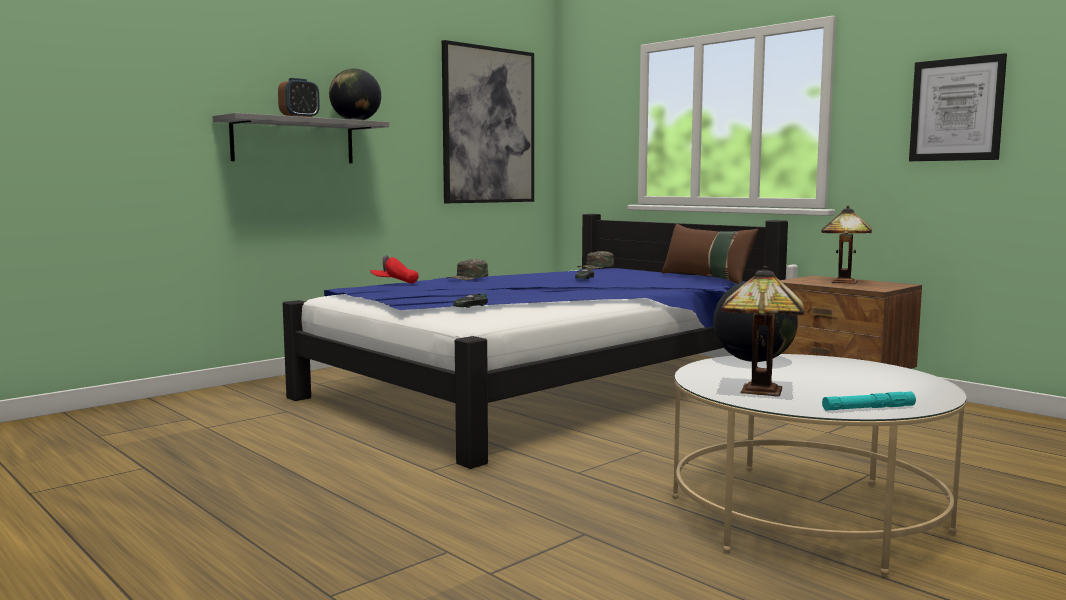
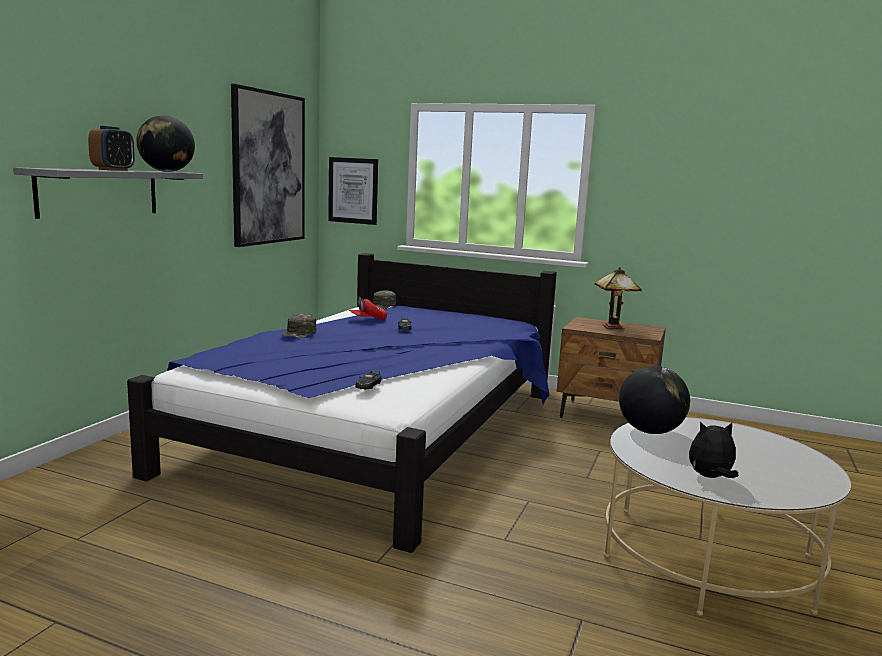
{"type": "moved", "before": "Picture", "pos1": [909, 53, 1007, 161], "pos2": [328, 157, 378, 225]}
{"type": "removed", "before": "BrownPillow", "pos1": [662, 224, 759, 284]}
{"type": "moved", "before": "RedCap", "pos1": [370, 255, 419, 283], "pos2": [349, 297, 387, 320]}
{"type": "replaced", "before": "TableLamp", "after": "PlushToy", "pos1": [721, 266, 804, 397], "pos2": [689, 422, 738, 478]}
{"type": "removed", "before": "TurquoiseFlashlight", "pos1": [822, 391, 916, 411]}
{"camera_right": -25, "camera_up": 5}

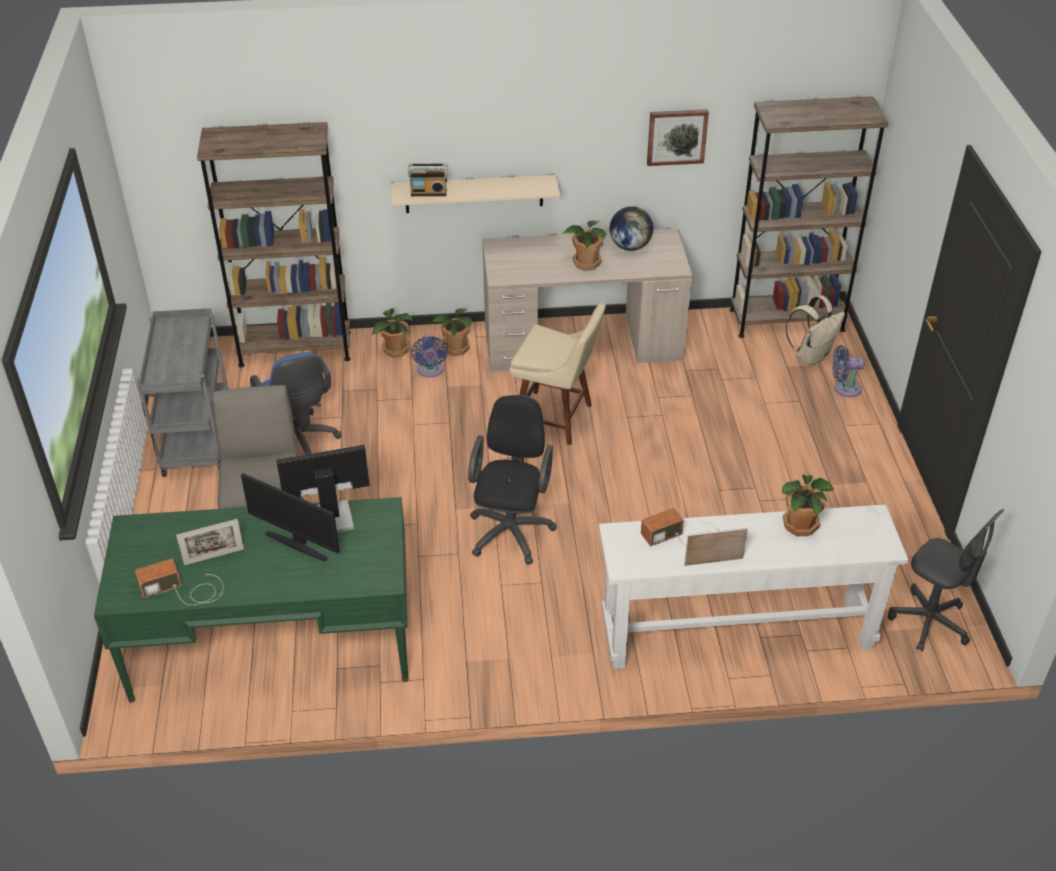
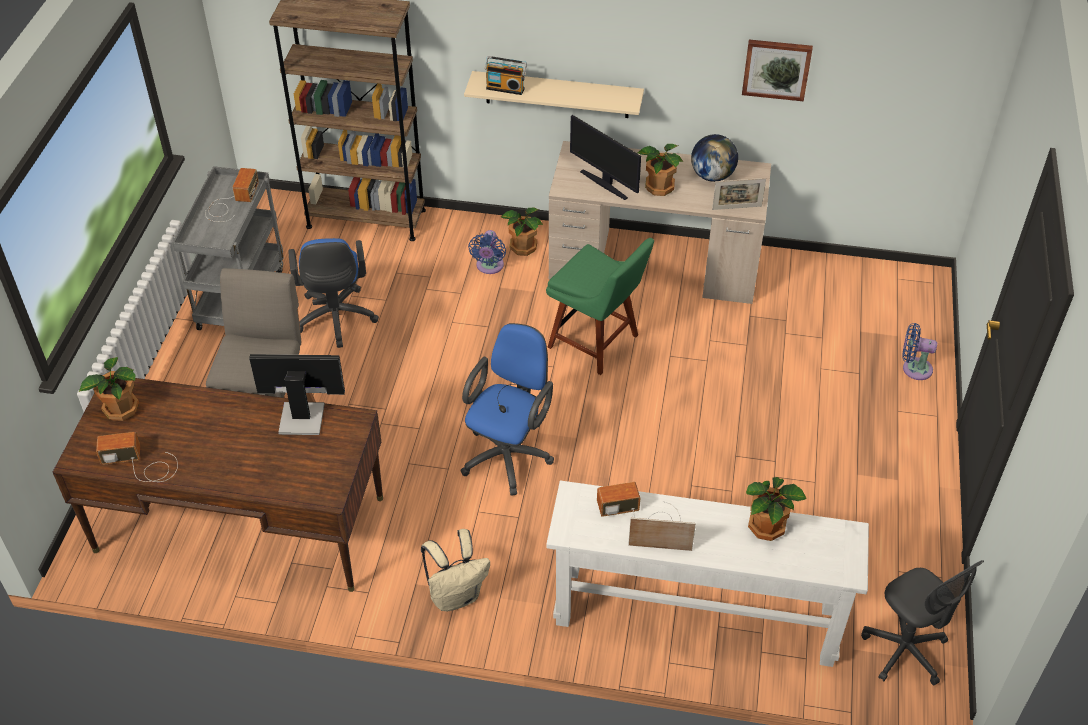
{"type": "removed", "before": "BrownBookcase", "pos1": [730, 96, 888, 338]}
{"type": "moved", "before": "BeigeBackpack", "pos1": [786, 295, 845, 366], "pos2": [421, 529, 490, 611]}
{"type": "recoloured", "before": "BeigeChair", "after": "GreenChair", "pos1": [509, 303, 606, 445], "pos2": [546, 238, 654, 375]}
{"type": "moved", "before": "PottedPlant", "pos1": [372, 308, 413, 358], "pos2": [79, 357, 139, 421]}
{"type": "recoloured", "before": "BlackOfficeChair", "after": "BlueOfficeChair", "pos1": [468, 395, 557, 565], "pos2": [460, 323, 554, 496]}
{"type": "moved", "before": "Monitor", "pos1": [241, 473, 340, 561], "pos2": [570, 115, 641, 200]}
{"type": "recoloured", "before": "GreenDesk", "after": "BrownDesk", "pos1": [94, 497, 409, 703], "pos2": [53, 378, 383, 592]}
{"type": "moved", "before": "PictureFrame", "pos1": [176, 519, 244, 565], "pos2": [712, 178, 766, 210]}
{"type": "added", "after": "Radio", "pos2": [205, 168, 259, 222]}
{"camera_right": 15, "camera_up": 5}

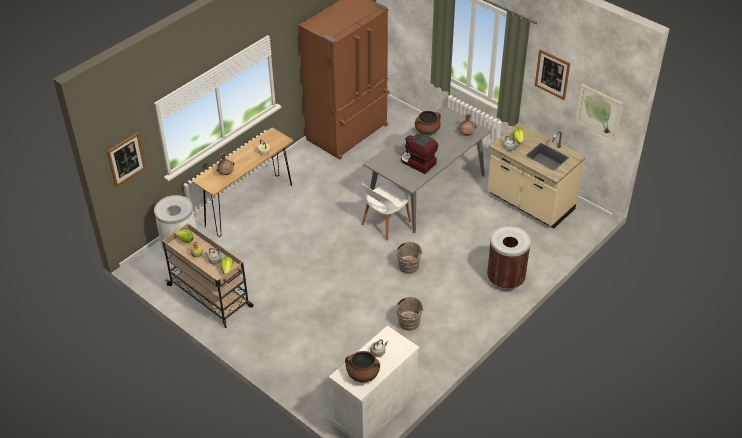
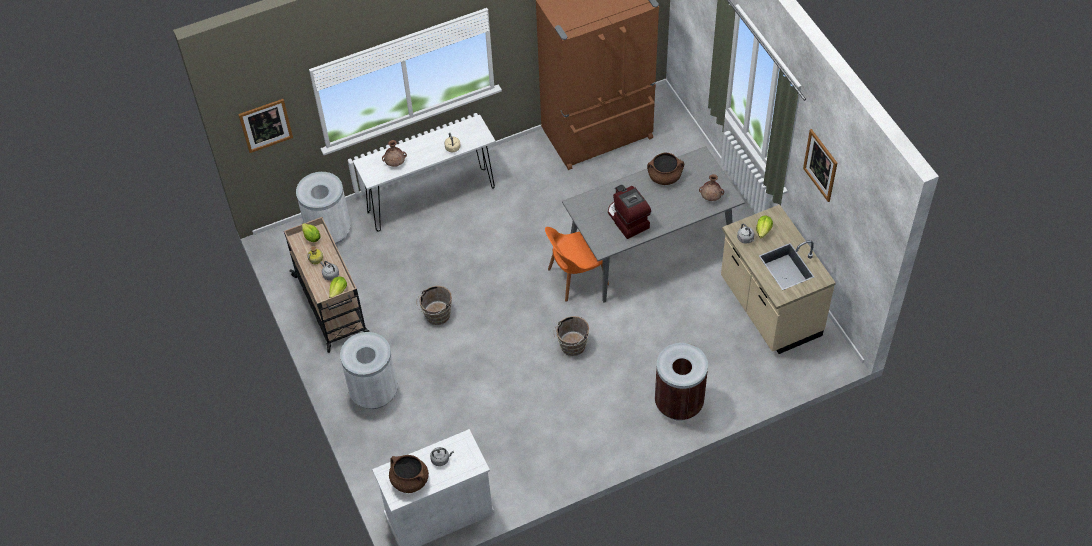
{"type": "removed", "before": "Picture", "pos1": [576, 84, 623, 141]}
{"type": "recoloured", "before": "BrownConsoleTable", "after": "WhiteConsoleTable", "pos1": [192, 127, 294, 237], "pos2": [353, 115, 496, 232]}
{"type": "recoloured", "before": "WhiteChair", "after": "OrangeChair", "pos1": [362, 183, 411, 241], "pos2": [545, 227, 609, 302]}
{"type": "moved", "before": "BrownBucket", "pos1": [395, 297, 424, 331], "pos2": [417, 286, 452, 325]}
{"type": "added", "after": "WhiteTrashCan", "pos2": [340, 332, 398, 409]}
{"camera_right": 25, "camera_up": 10}

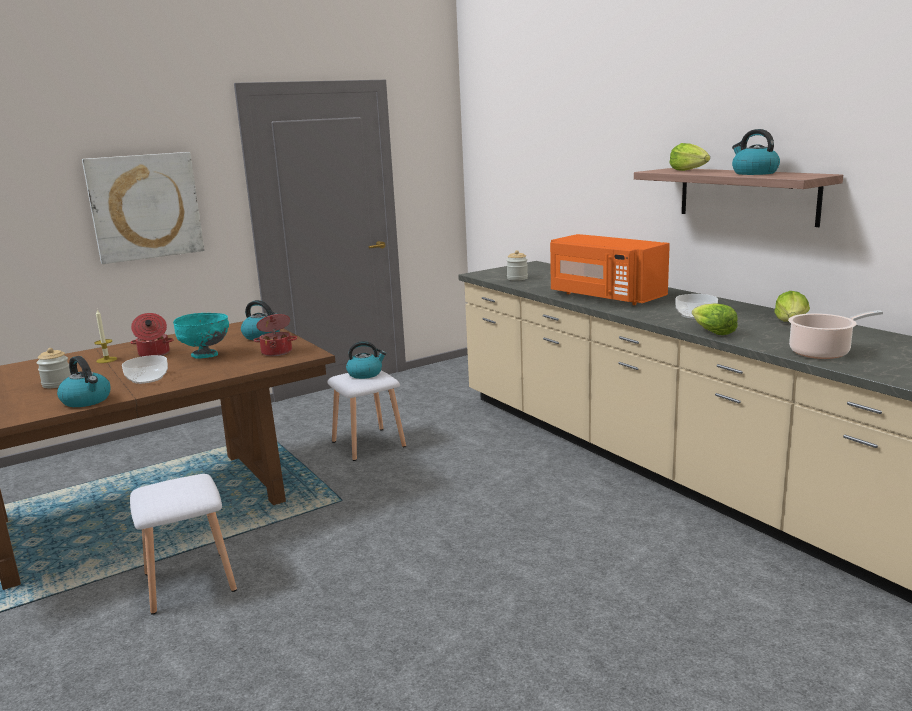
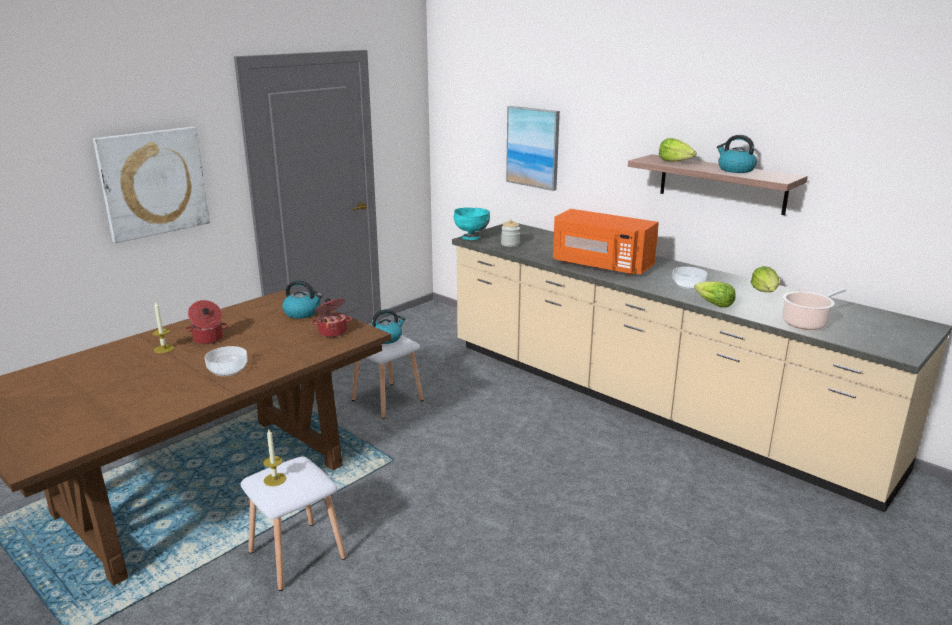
{"type": "moved", "before": "TurquoiseBowl", "pos1": [173, 313, 229, 359], "pos2": [454, 208, 490, 240]}
{"type": "removed", "before": "Jar", "pos1": [37, 348, 71, 388]}
{"type": "removed", "before": "Kettle", "pos1": [57, 356, 111, 407]}
{"type": "added", "after": "Picture", "pos2": [506, 106, 560, 191]}
{"type": "added", "after": "Candle", "pos2": [263, 429, 286, 486]}
{"camera_right": -15, "camera_up": 5}

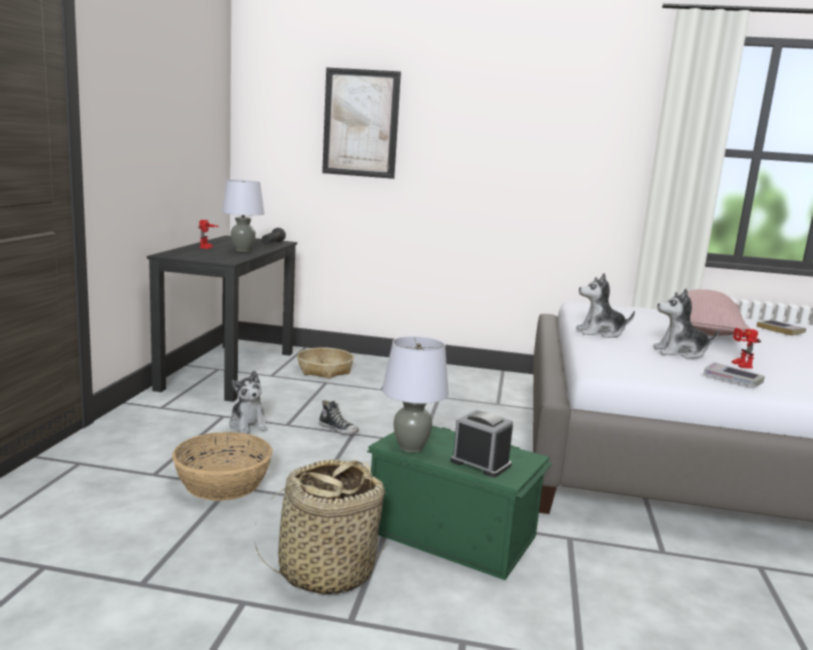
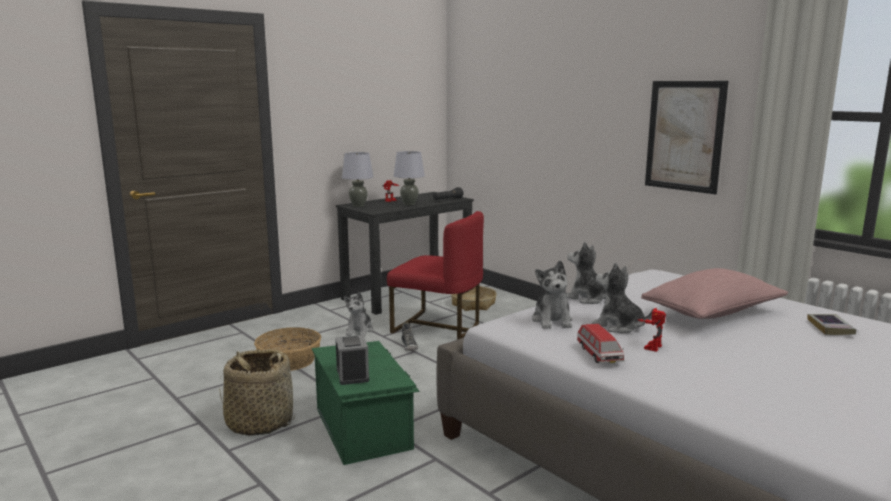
{"type": "moved", "before": "Picture", "pos1": [322, 68, 401, 179], "pos2": [645, 81, 729, 194]}
{"type": "moved", "before": "GreyTableLamp", "pos1": [382, 336, 449, 453], "pos2": [342, 152, 374, 207]}
{"type": "replaced", "before": "Book", "after": "ToyCar", "pos1": [704, 362, 765, 387], "pos2": [577, 324, 625, 363]}
{"type": "added", "after": "RedChair", "pos2": [387, 211, 484, 340]}
{"type": "added", "after": "PlushToy", "pos2": [532, 260, 572, 329]}
{"camera_right": 40, "camera_up": 0}

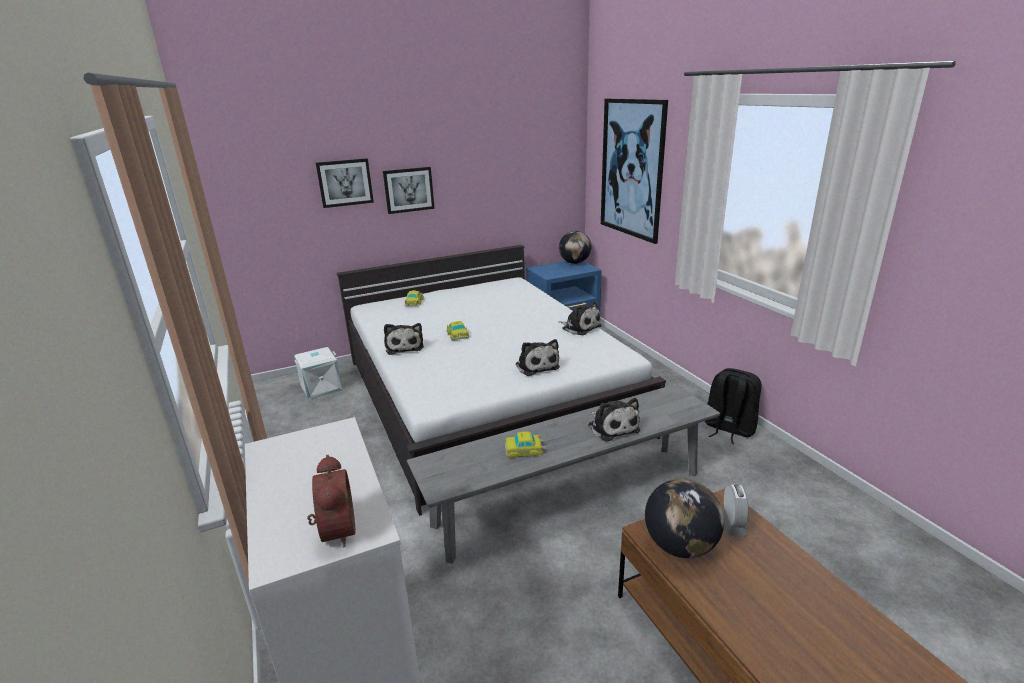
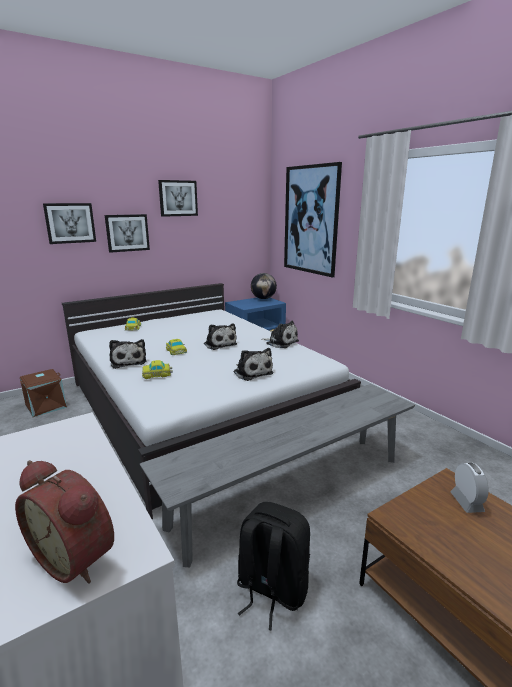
{"type": "recoloured", "before": "WhiteStorageBox", "after": "BrownStorageBox", "pos1": [294, 347, 343, 400], "pos2": [20, 369, 67, 417]}
{"type": "moved", "before": "BlackBackpack", "pos1": [705, 368, 761, 444], "pos2": [237, 502, 310, 631]}
{"type": "moved", "before": "PlushToy", "pos1": [588, 398, 640, 442], "pos2": [204, 323, 237, 350]}
{"type": "moved", "before": "ToyCar", "pos1": [505, 431, 545, 458], "pos2": [142, 360, 173, 379]}
{"type": "turned", "before": "AlarmClock", "pos1": [307, 455, 356, 548], "pos2": [15, 460, 114, 584], "turn": 150}
{"type": "removed", "before": "Globe", "pos1": [645, 479, 724, 558]}
{"type": "added", "after": "Picture", "pos2": [158, 180, 198, 217]}
{"camera_right": -10, "camera_up": -5}

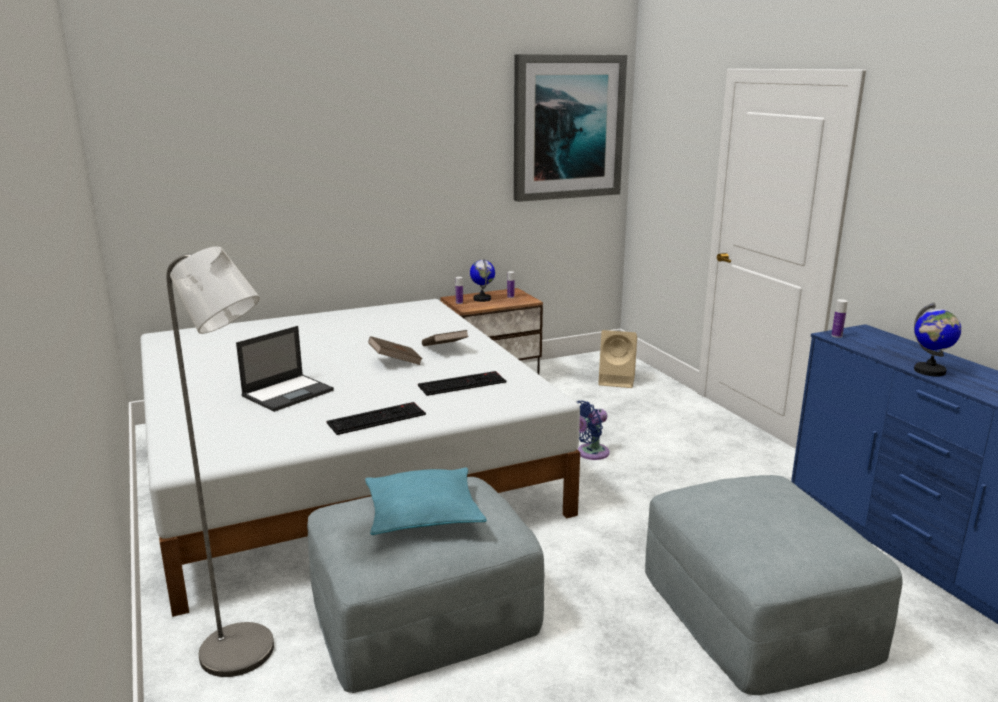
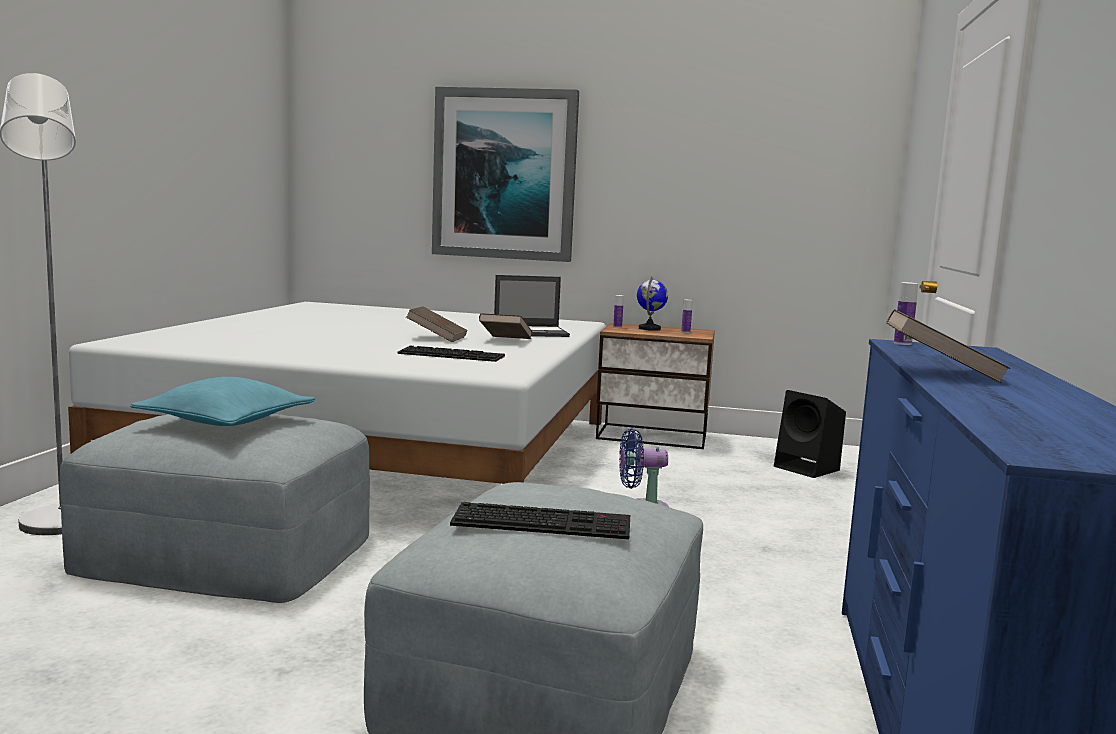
{"type": "moved", "before": "Picture", "pos1": [514, 54, 627, 202], "pos2": [432, 87, 579, 262]}
{"type": "replaced", "before": "Globe", "after": "BrownBook", "pos1": [914, 302, 961, 377], "pos2": [886, 309, 1010, 383]}
{"type": "moved", "before": "Laptop", "pos1": [236, 326, 334, 412], "pos2": [494, 275, 570, 337]}
{"type": "recoloured", "before": "BeigeSpeaker", "after": "BlackSpeaker", "pos1": [598, 330, 637, 388], "pos2": [774, 390, 846, 478]}
{"type": "moved", "before": "Keyboard", "pos1": [326, 402, 426, 435], "pos2": [450, 502, 630, 540]}
{"camera_right": 35, "camera_up": -10}

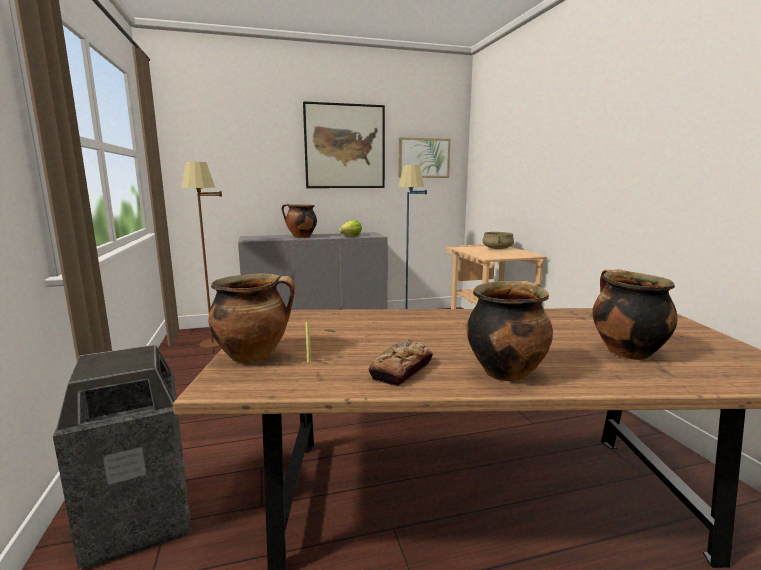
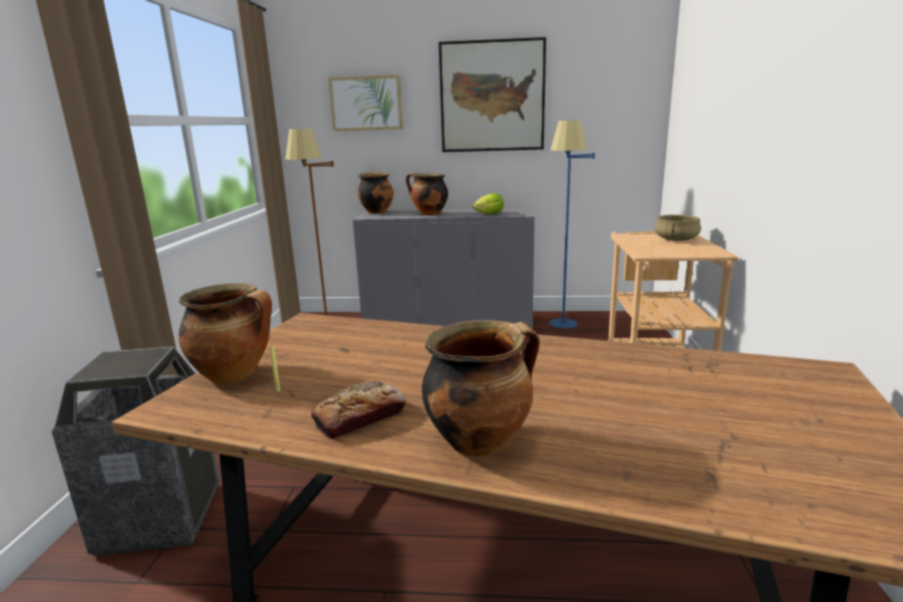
{"type": "moved", "before": "Picture", "pos1": [398, 137, 450, 178], "pos2": [328, 75, 403, 131]}
{"type": "moved", "before": "CookingPot", "pos1": [592, 270, 677, 360], "pos2": [358, 171, 394, 214]}
{"camera_right": 20, "camera_up": 5}

